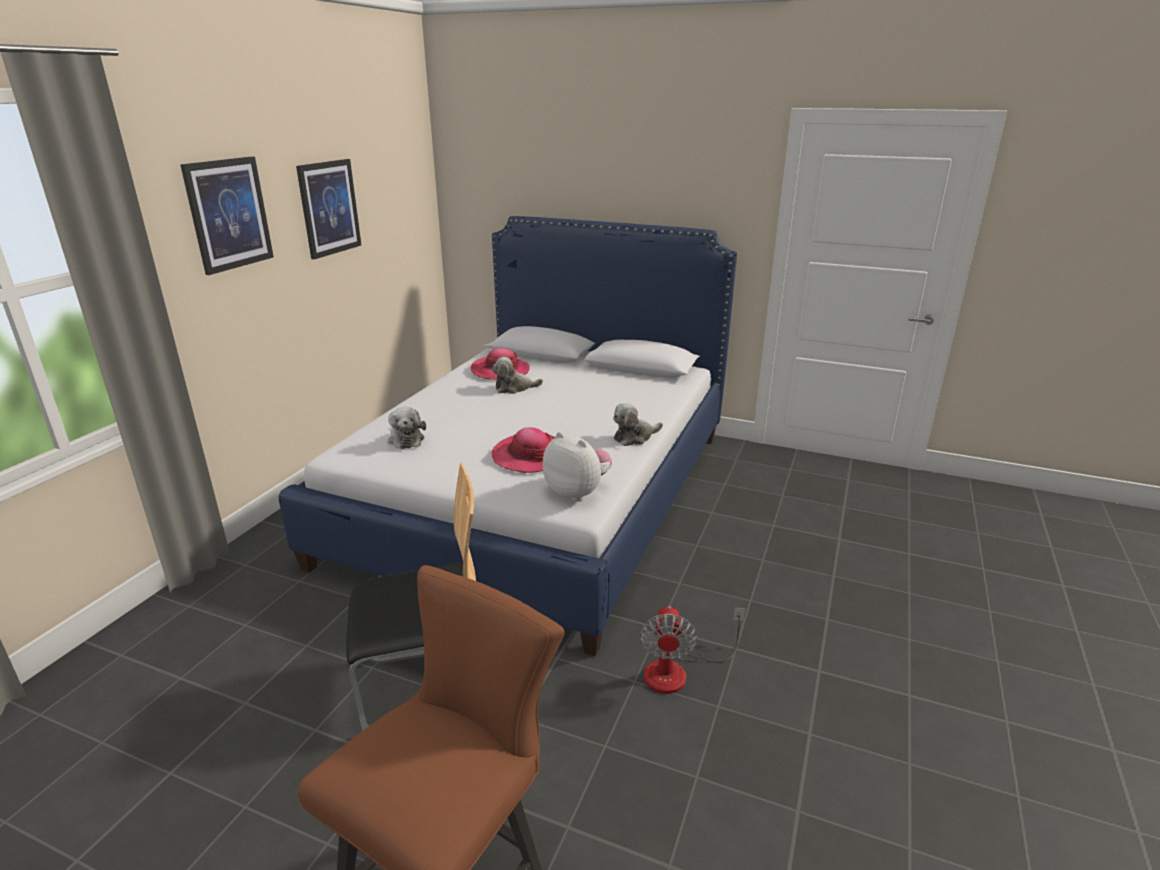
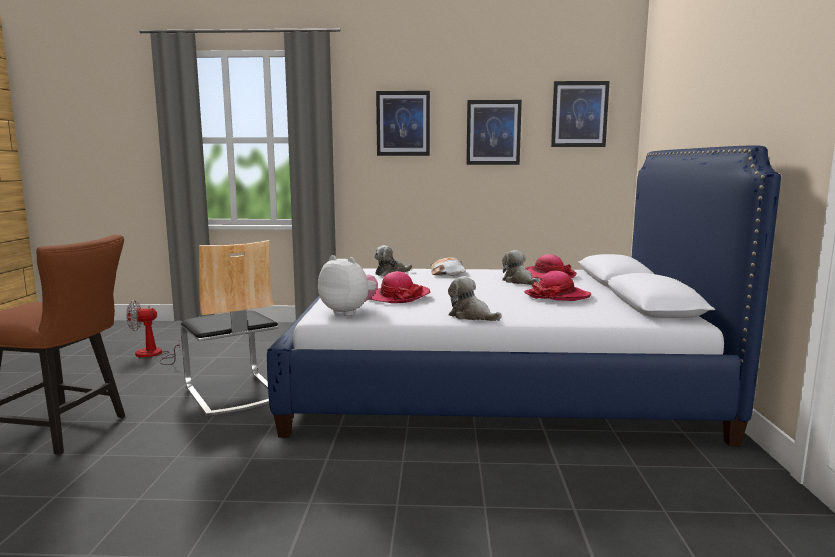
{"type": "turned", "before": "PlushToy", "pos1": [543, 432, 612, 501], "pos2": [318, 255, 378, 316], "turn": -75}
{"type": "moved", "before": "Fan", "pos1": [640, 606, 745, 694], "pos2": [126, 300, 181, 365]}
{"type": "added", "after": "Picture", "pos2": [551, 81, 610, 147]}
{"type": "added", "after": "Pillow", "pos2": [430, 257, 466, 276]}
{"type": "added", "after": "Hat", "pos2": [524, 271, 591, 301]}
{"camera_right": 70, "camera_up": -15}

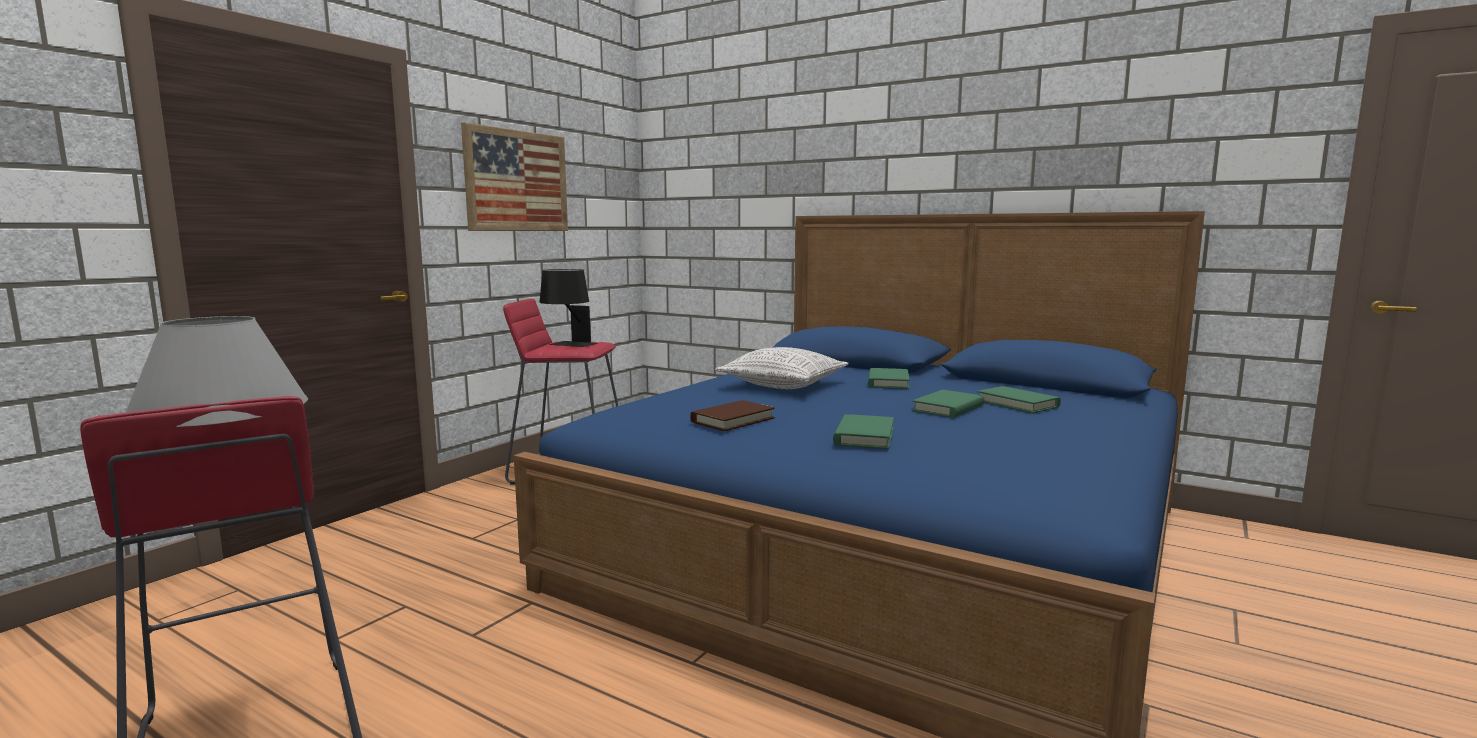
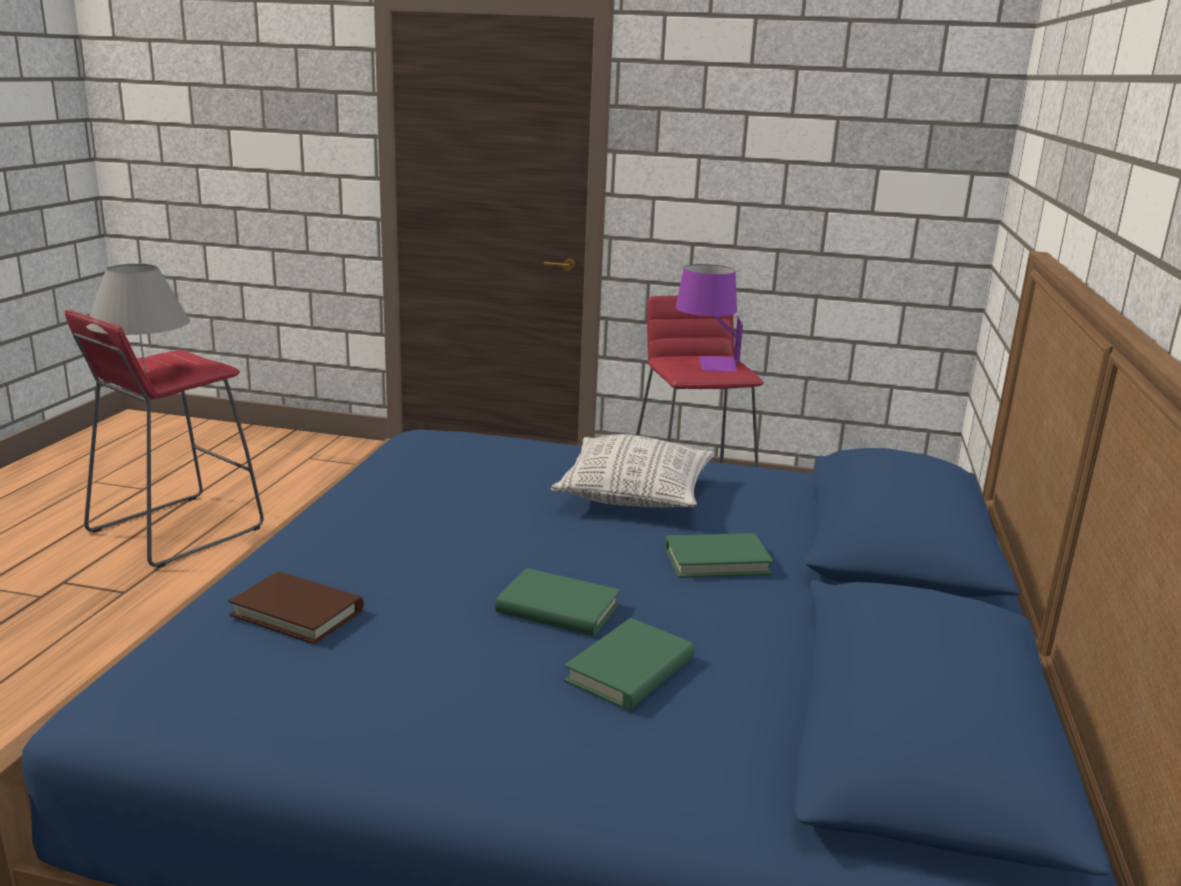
{"type": "removed", "before": "Picture", "pos1": [461, 122, 568, 231]}
{"type": "recoloured", "before": "BlackTableLamp", "after": "PurpleTableLamp", "pos1": [539, 269, 598, 347], "pos2": [676, 264, 743, 372]}
{"type": "moved", "before": "BrownBook", "pos1": [691, 400, 775, 431], "pos2": [228, 571, 363, 644]}
{"type": "removed", "before": "GreenBook", "pos1": [833, 414, 894, 449]}
{"camera_right": 70, "camera_up": 10}

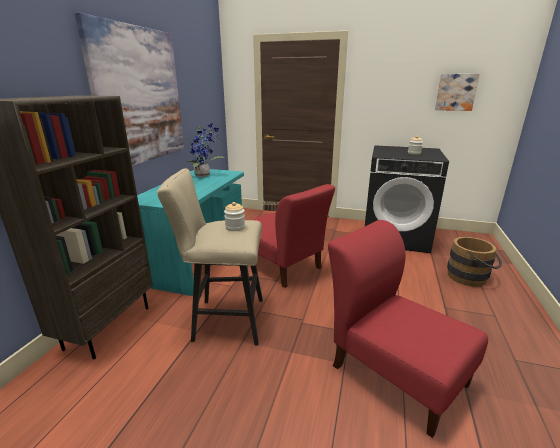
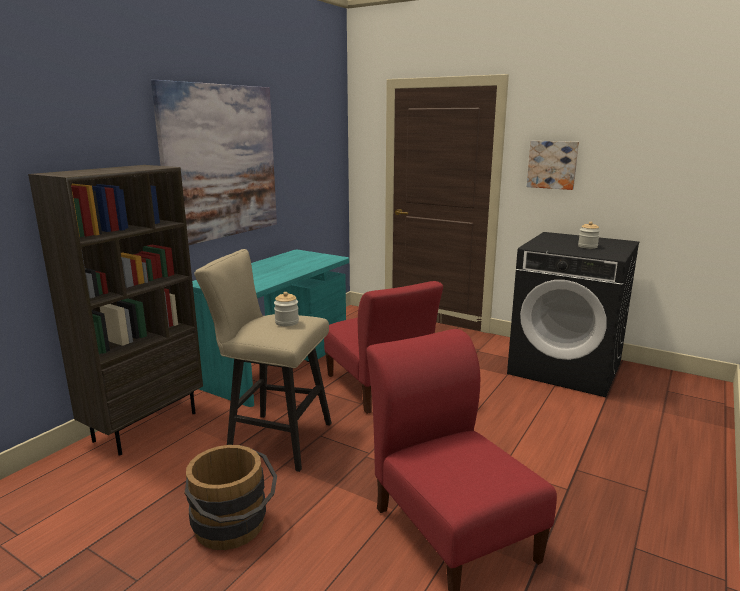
{"type": "moved", "before": "Picture", "pos1": [435, 74, 480, 111], "pos2": [527, 141, 579, 190]}
{"type": "removed", "before": "PottedPlant", "pos1": [187, 123, 224, 177]}
{"type": "moved", "before": "BrownBucket", "pos1": [447, 237, 502, 287], "pos2": [184, 445, 277, 550]}
{"camera_right": 15, "camera_up": -5}

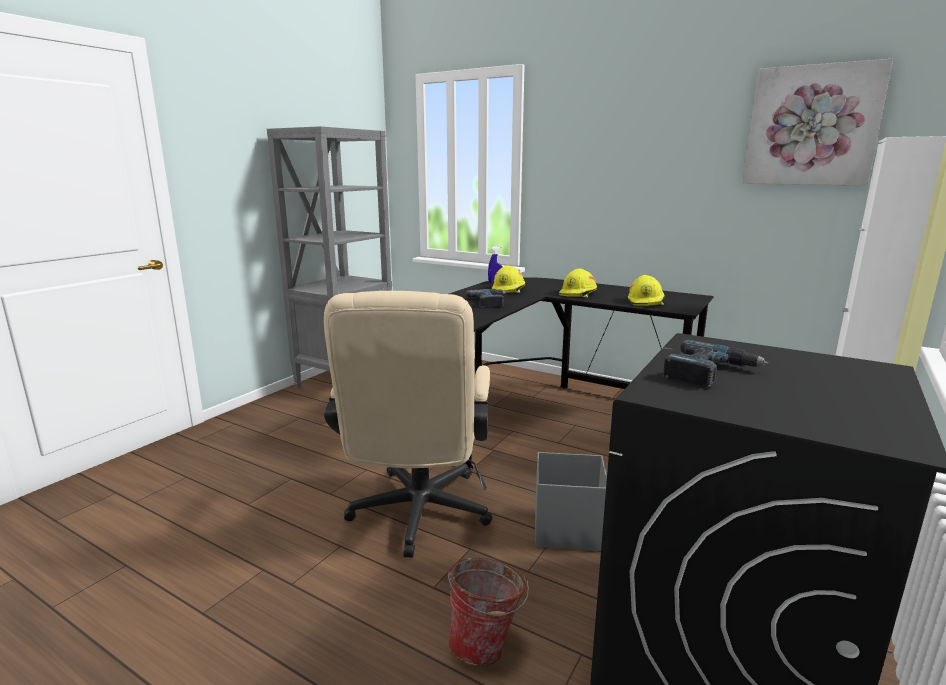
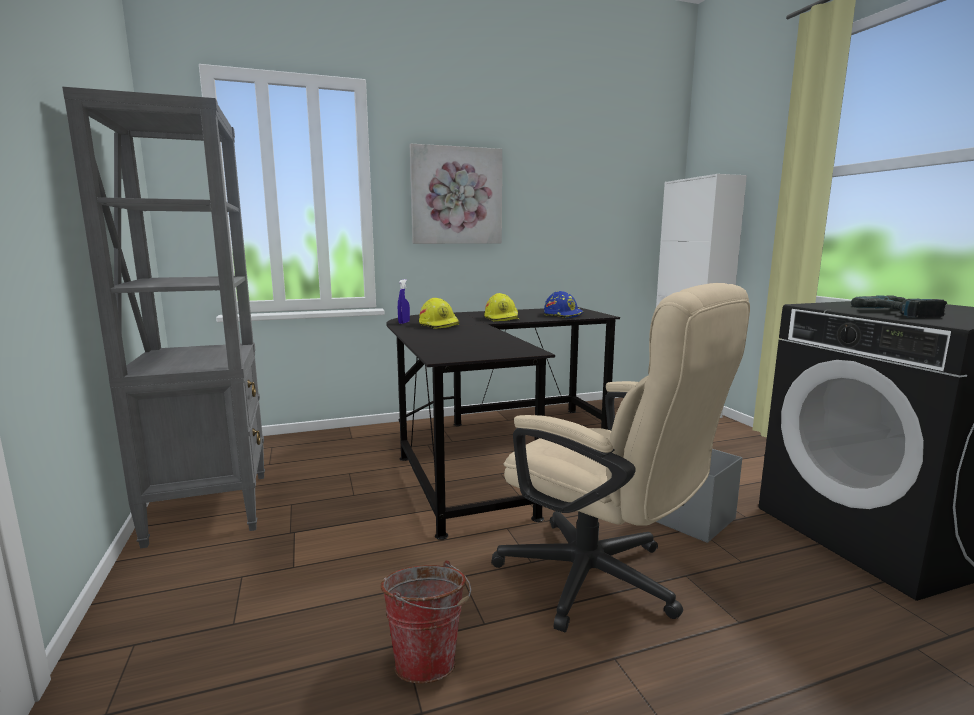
{"type": "moved", "before": "Picture", "pos1": [742, 59, 893, 186], "pos2": [410, 144, 502, 244]}
{"type": "recoloured", "before": "YellowHardHat", "after": "BlueHardHat", "pos1": [628, 275, 665, 306], "pos2": [544, 291, 583, 318]}
{"type": "removed", "before": "PowerDrill", "pos1": [466, 289, 506, 308]}
{"type": "moved", "before": "Bucket", "pos1": [448, 558, 529, 666], "pos2": [380, 560, 471, 684]}
{"camera_right": -50, "camera_up": -5}

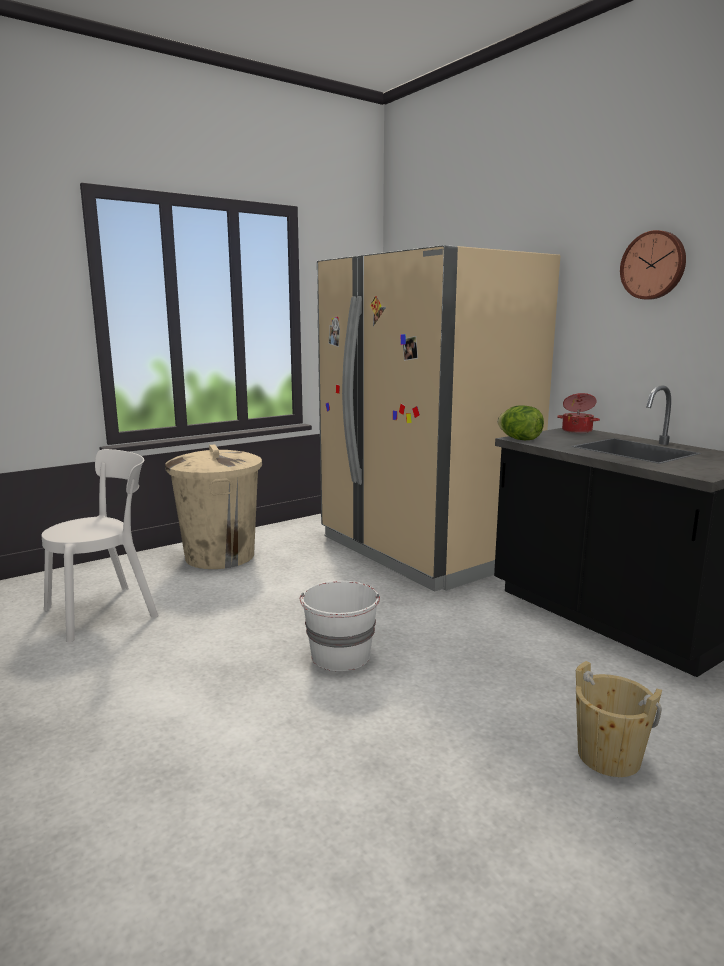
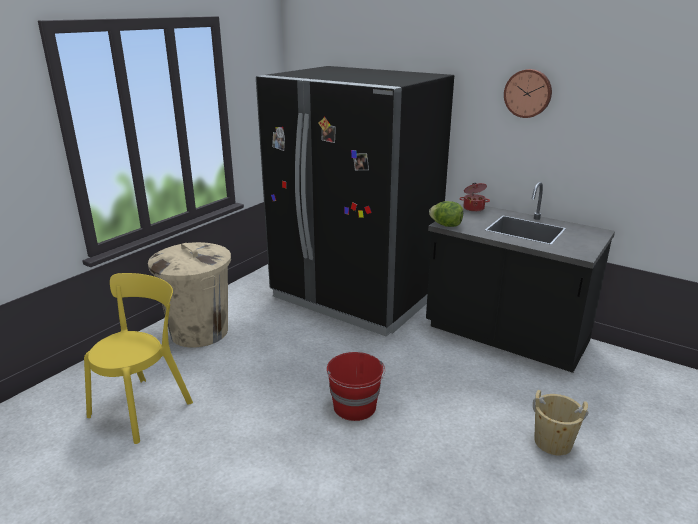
{"type": "recoloured", "before": "BeigeFridge", "after": "BlackFridge", "pos1": [317, 245, 561, 591], "pos2": [256, 66, 454, 337]}
{"type": "recoloured", "before": "WhiteChair", "after": "YellowChair", "pos1": [42, 449, 159, 642], "pos2": [84, 273, 193, 444]}
{"type": "recoloured", "before": "WhiteBucket", "after": "RedBucket", "pos1": [300, 581, 380, 671], "pos2": [327, 352, 385, 421]}
{"camera_right": -20, "camera_up": 10}

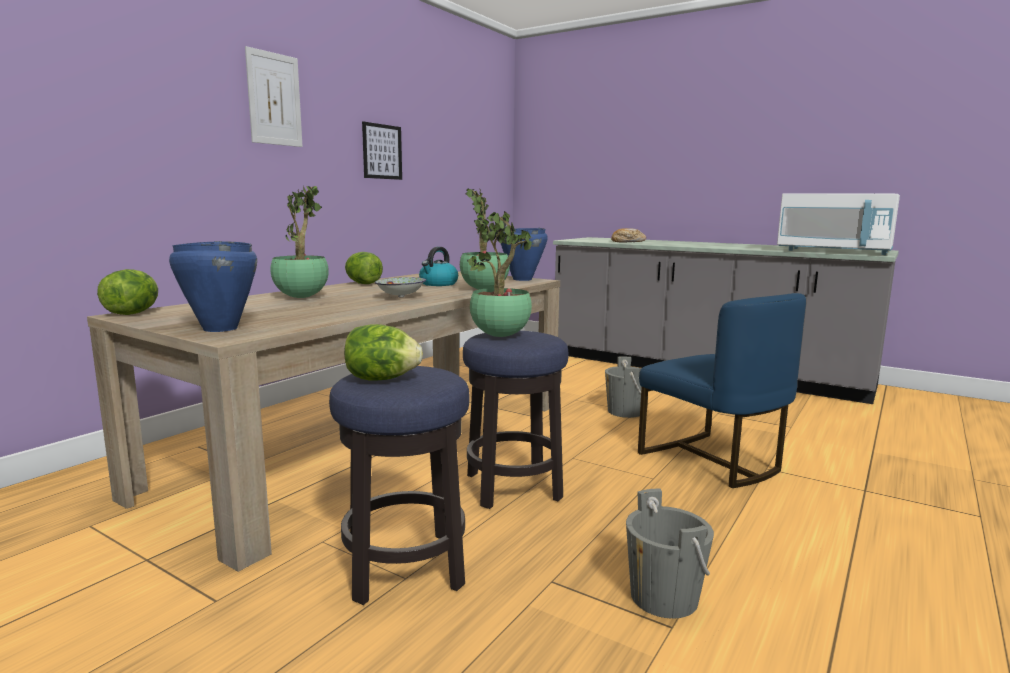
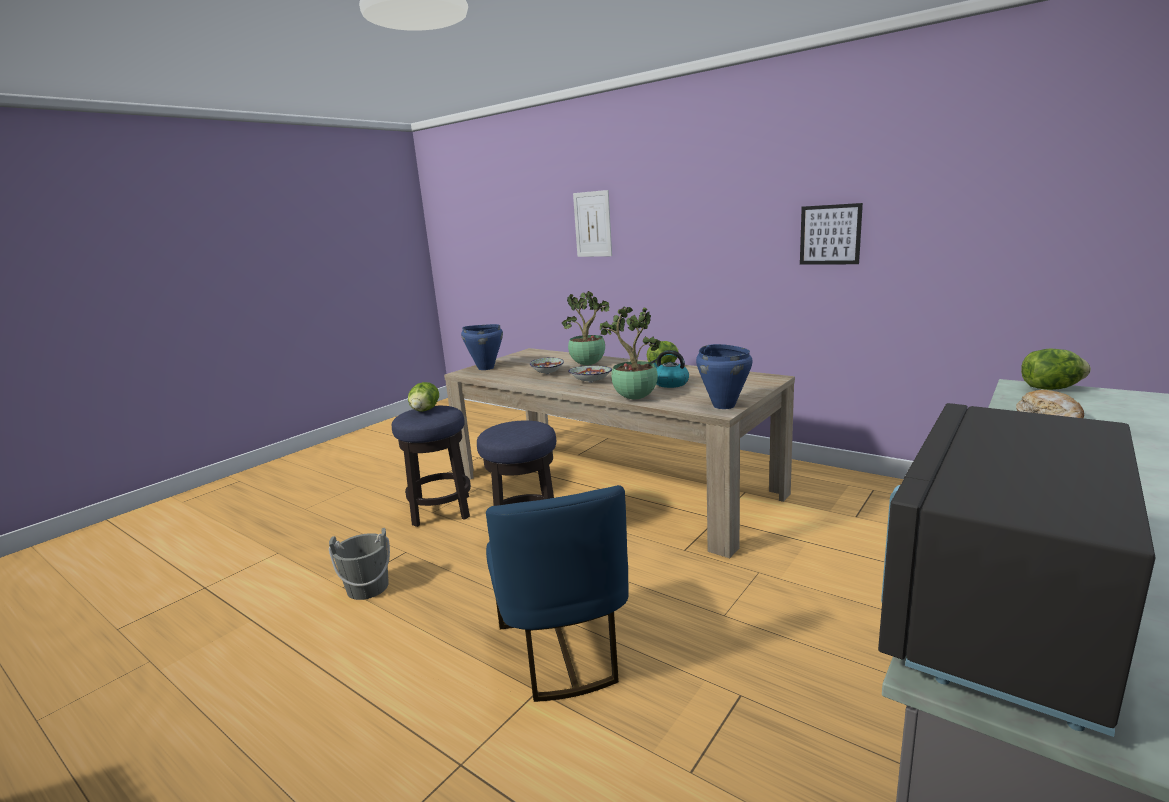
{"type": "moved", "before": "Picture", "pos1": [245, 46, 303, 147], "pos2": [573, 190, 612, 257]}
{"type": "recoloured", "before": "WhiteMicrowave", "after": "BlackMicrowave", "pos1": [777, 193, 900, 255], "pos2": [878, 403, 1156, 737]}
{"type": "removed", "before": "PottedPlant", "pos1": [467, 211, 532, 337]}
{"type": "moved", "before": "Lettuce", "pos1": [97, 269, 158, 315], "pos2": [1021, 349, 1091, 390]}
{"type": "turned", "before": "BlueChair", "pos1": [638, 293, 806, 488], "pos2": [486, 485, 629, 702], "turn": -75}
{"type": "removed", "before": "GreyBucket", "pos1": [605, 357, 642, 418]}
{"type": "added", "after": "Bowl", "pos2": [530, 358, 564, 374]}
{"camera_right": 95, "camera_up": 5}

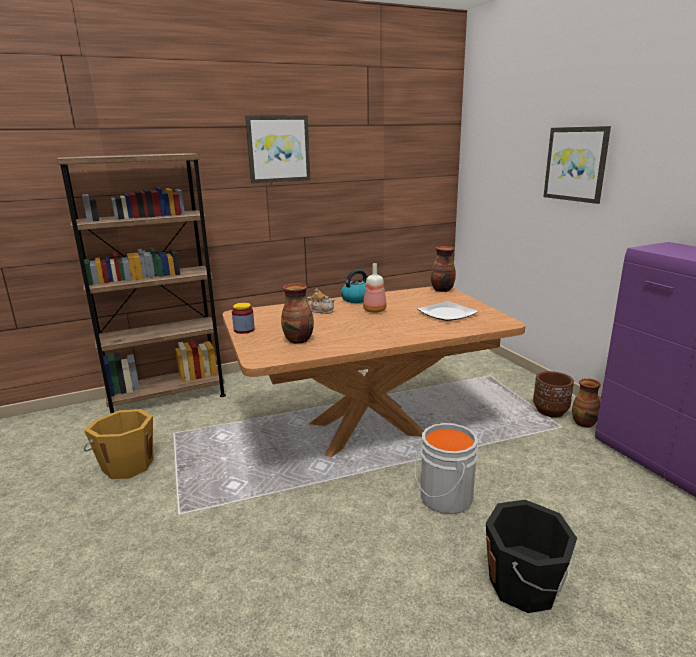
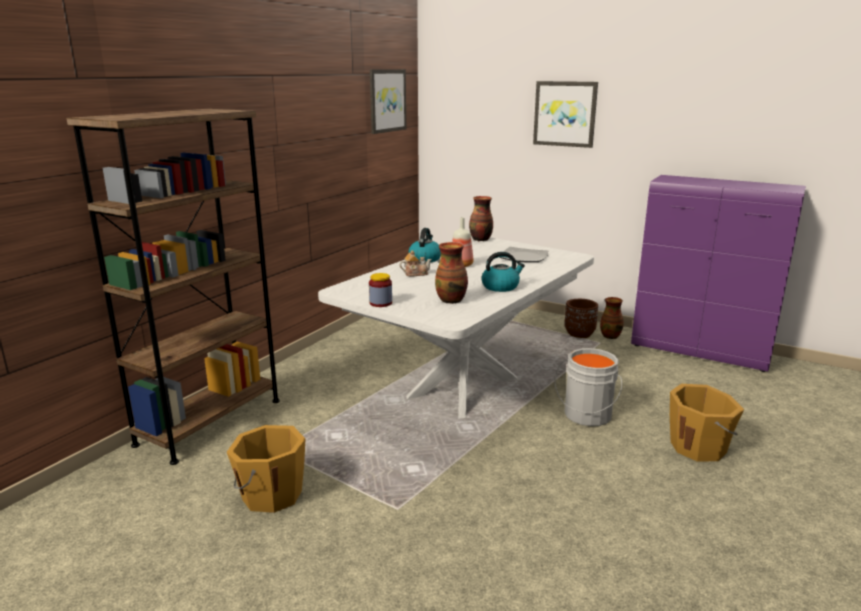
{"type": "moved", "before": "Picture", "pos1": [245, 115, 310, 183], "pos2": [370, 69, 406, 134]}
{"type": "recoloured", "before": "BrownDiningTable", "after": "WhiteDiningTable", "pos1": [223, 286, 525, 457], "pos2": [318, 236, 594, 419]}
{"type": "recoloured", "before": "BlackBucket", "after": "OrangeBucket", "pos1": [486, 500, 577, 613], "pos2": [670, 384, 744, 462]}
{"type": "added", "after": "Kettle", "pos2": [481, 252, 525, 292]}
{"camera_right": -35, "camera_up": 0}

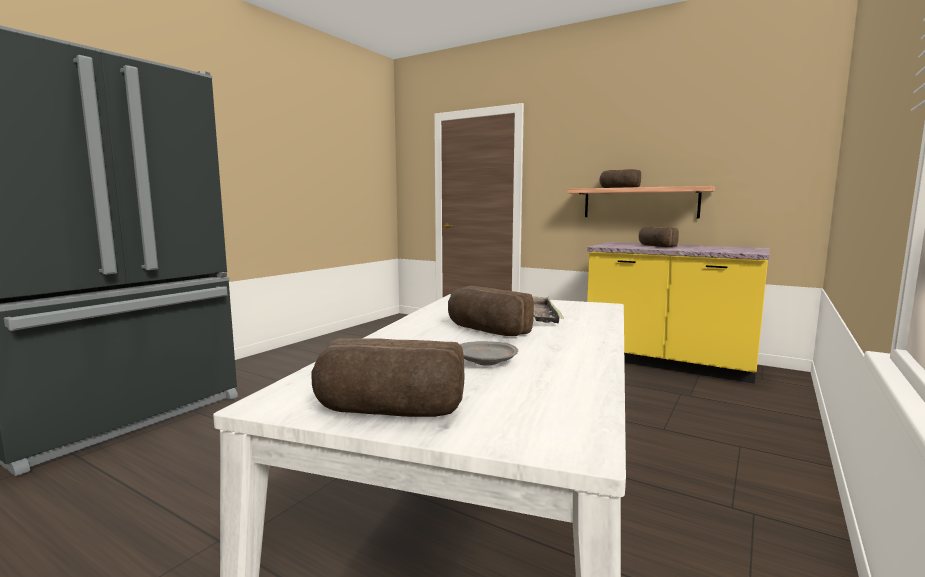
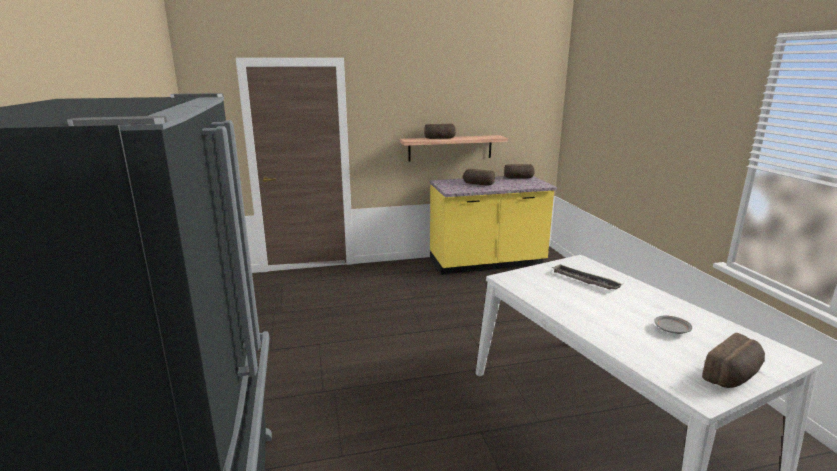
{"type": "moved", "before": "Bread", "pos1": [448, 286, 534, 336], "pos2": [504, 164, 534, 179]}
{"camera_right": -45, "camera_up": 10}

